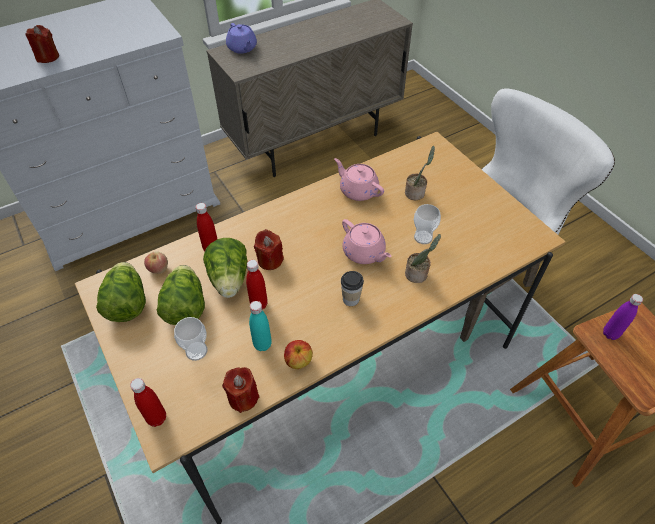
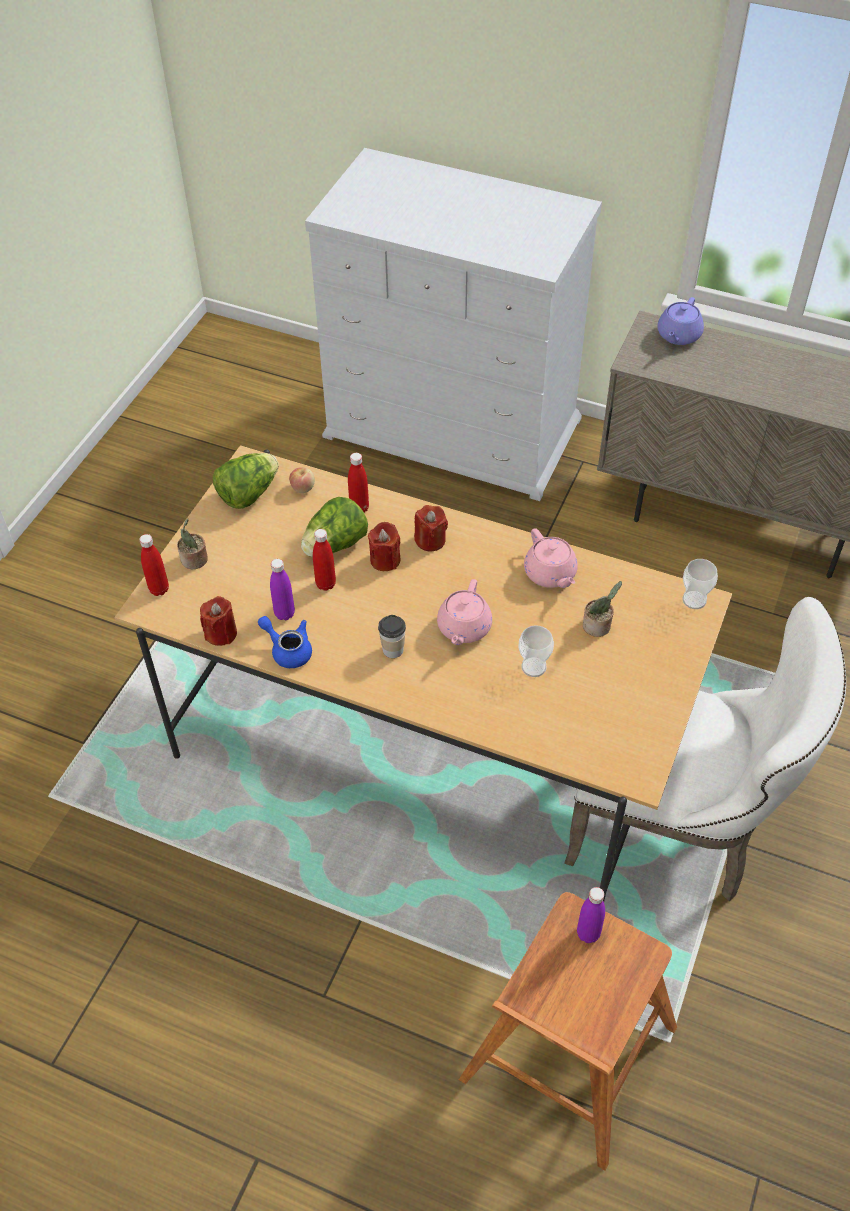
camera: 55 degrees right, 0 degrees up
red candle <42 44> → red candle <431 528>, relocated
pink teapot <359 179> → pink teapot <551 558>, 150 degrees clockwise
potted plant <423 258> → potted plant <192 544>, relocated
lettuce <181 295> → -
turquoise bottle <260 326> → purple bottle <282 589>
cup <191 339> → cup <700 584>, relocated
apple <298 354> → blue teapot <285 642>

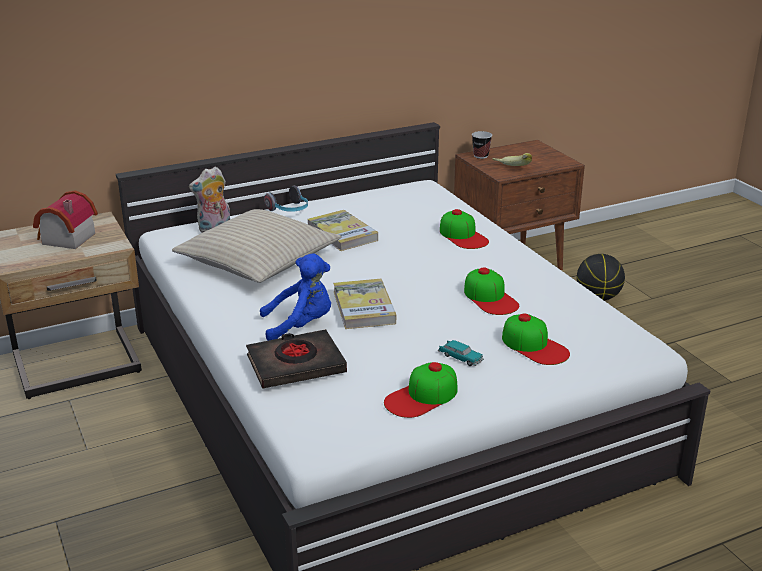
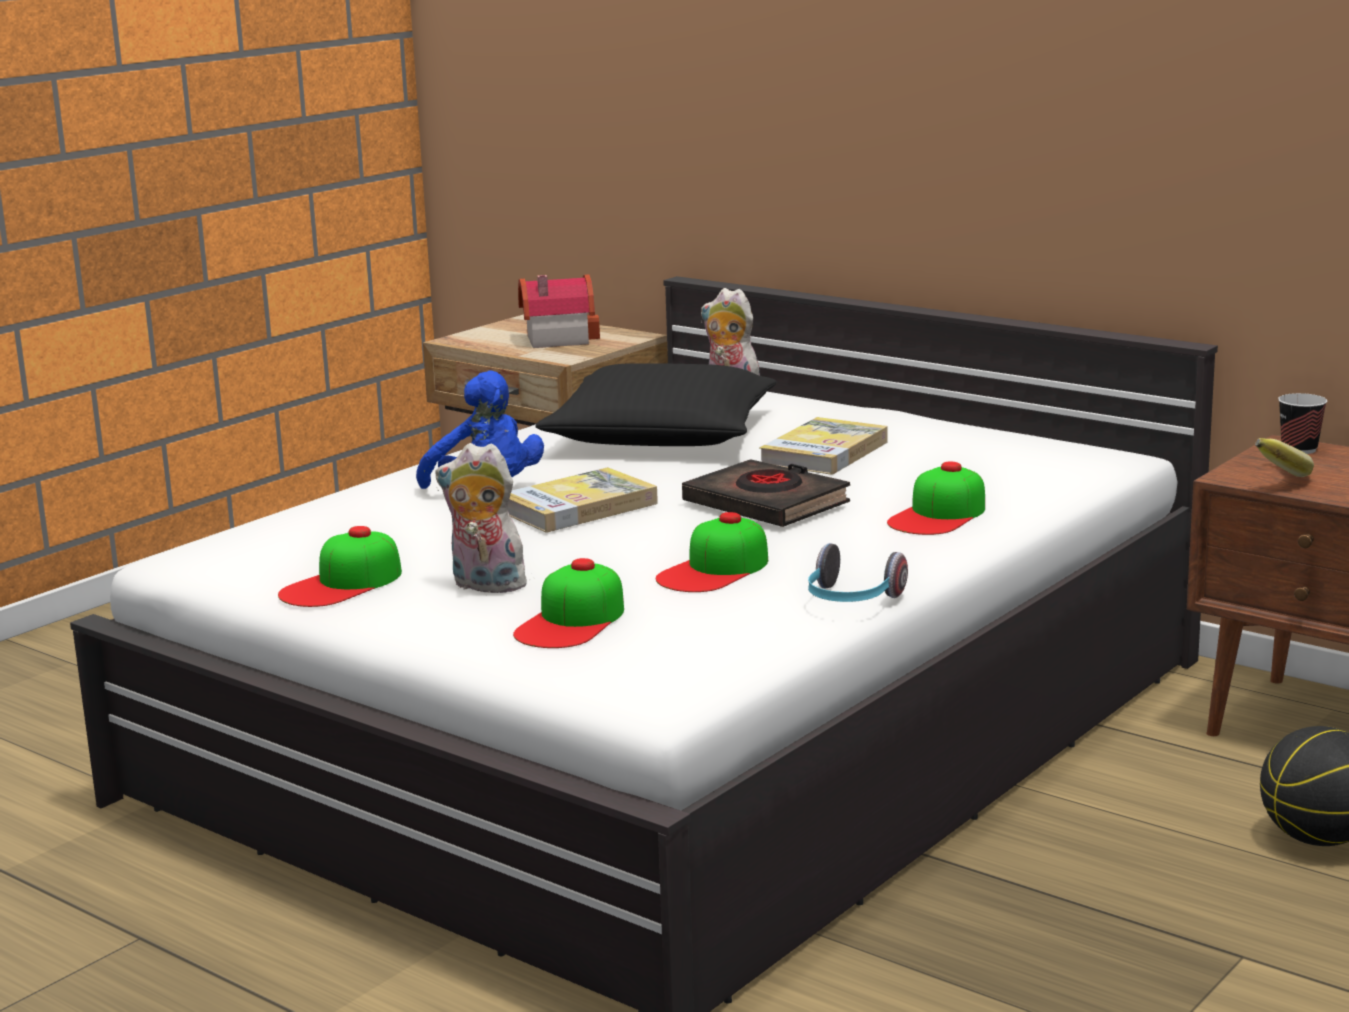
camera: 65 degrees right, 10 degrees down
headphones <286 199> → headphones <858 572>, relocated
beige pillow <257 246> → black pillow <656 404>
black book <296 359> → black book <766 493>, relocated
toy car <460 353> → plush toy <483 518>
cap <421 390> → cap <340 566>, 75 degrees counterclockwise

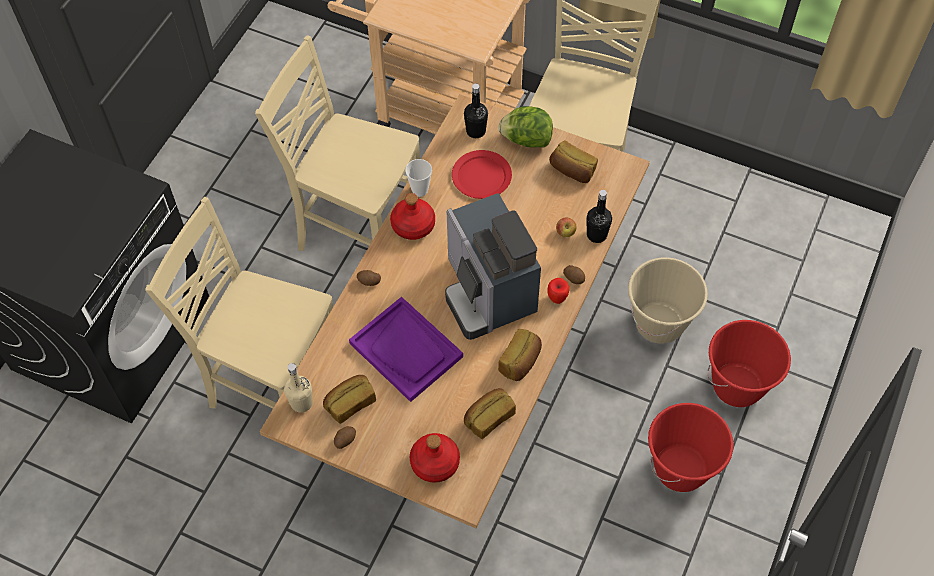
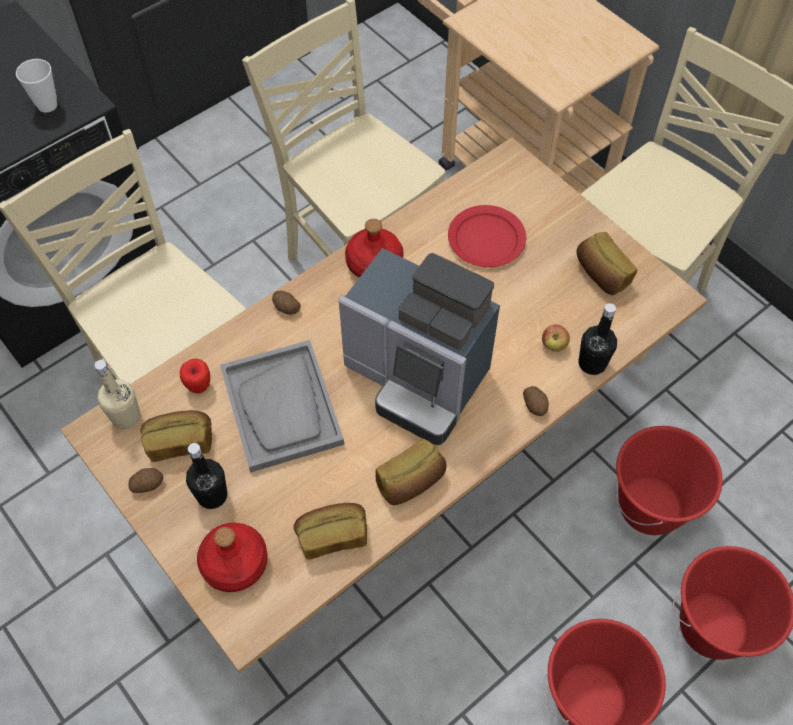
camera: 25 degrees right, 0 degrees up
black bottle <476 111> → black bottle <206 476>, relocated
lettuce <525 127> → -
cup <418 178> → cup <36 86>, relocated
coffee machine <493 266> → coffee machine <419 346>, 60 degrees counterclockwise
beige bucket <668 300> → red bucket <669 480>
apple <558 291> → apple <195 376>, relocated
purple tray <406 349> → grey tray <282 406>

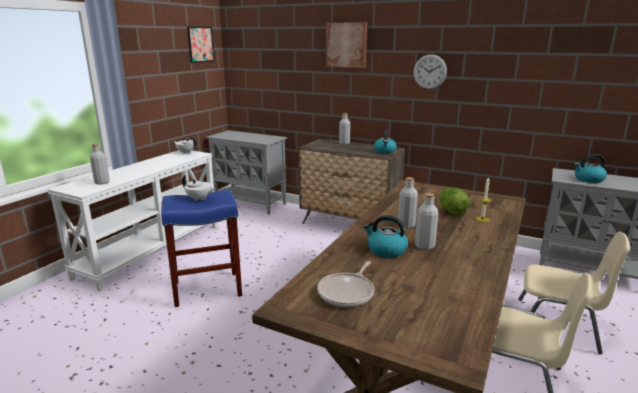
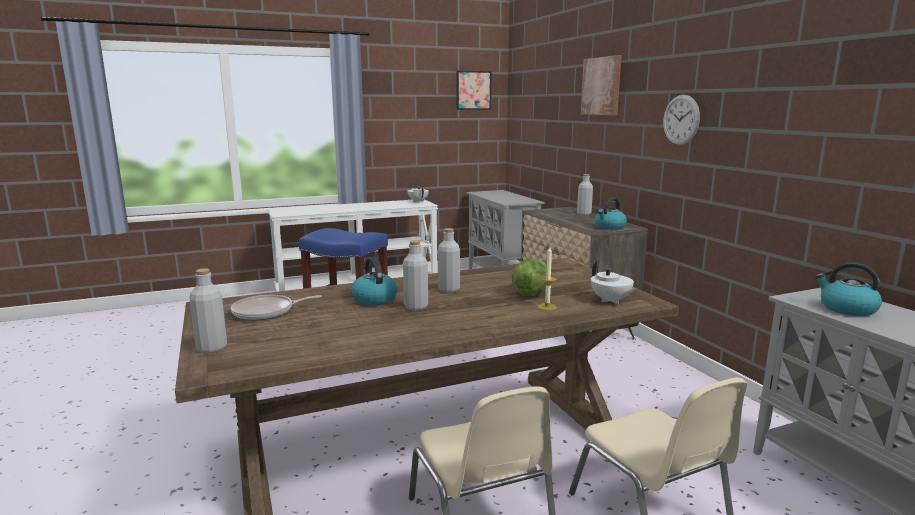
camera: 40 degrees right, 5 degrees down
grey bottle <100 164> → grey bottle <208 310>, relocated
white teapot <199 188> → white teapot <613 282>, relocated

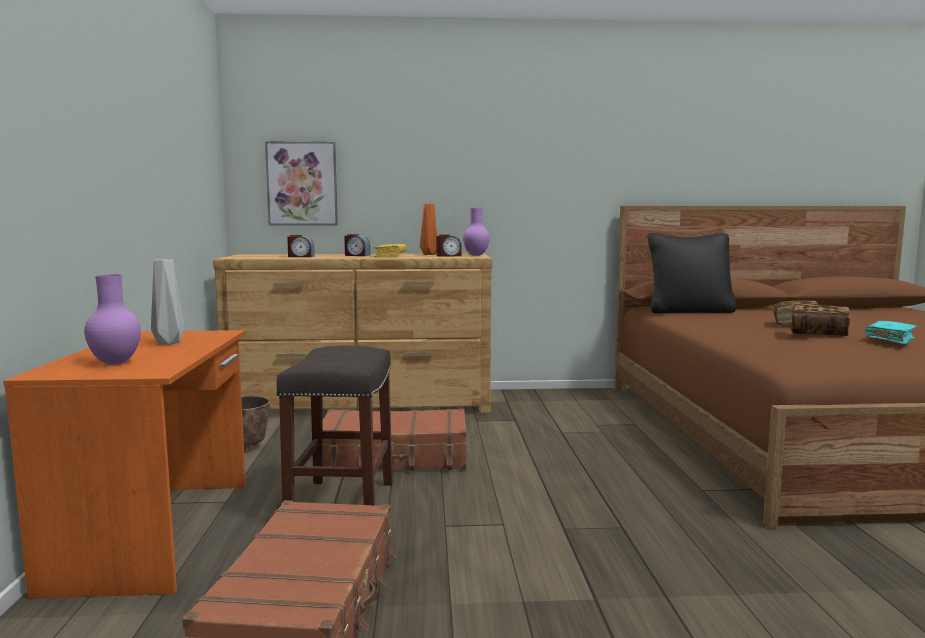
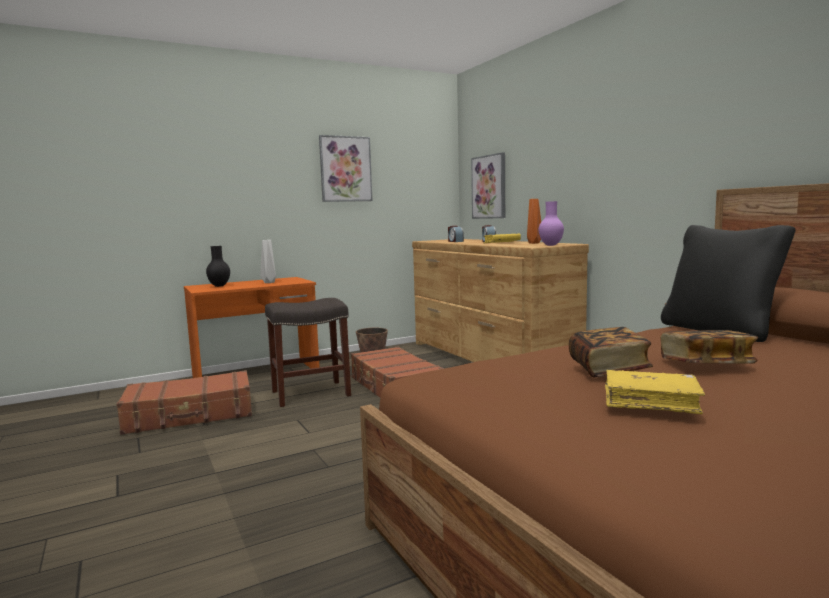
camera: 65 degrees right, 0 degrees up
alarm clock <448 246> → -
purple vase <112 319> → black vase <218 266>
turquoise book <891 332> → yellow book <655 392>
- → picture <346 168>

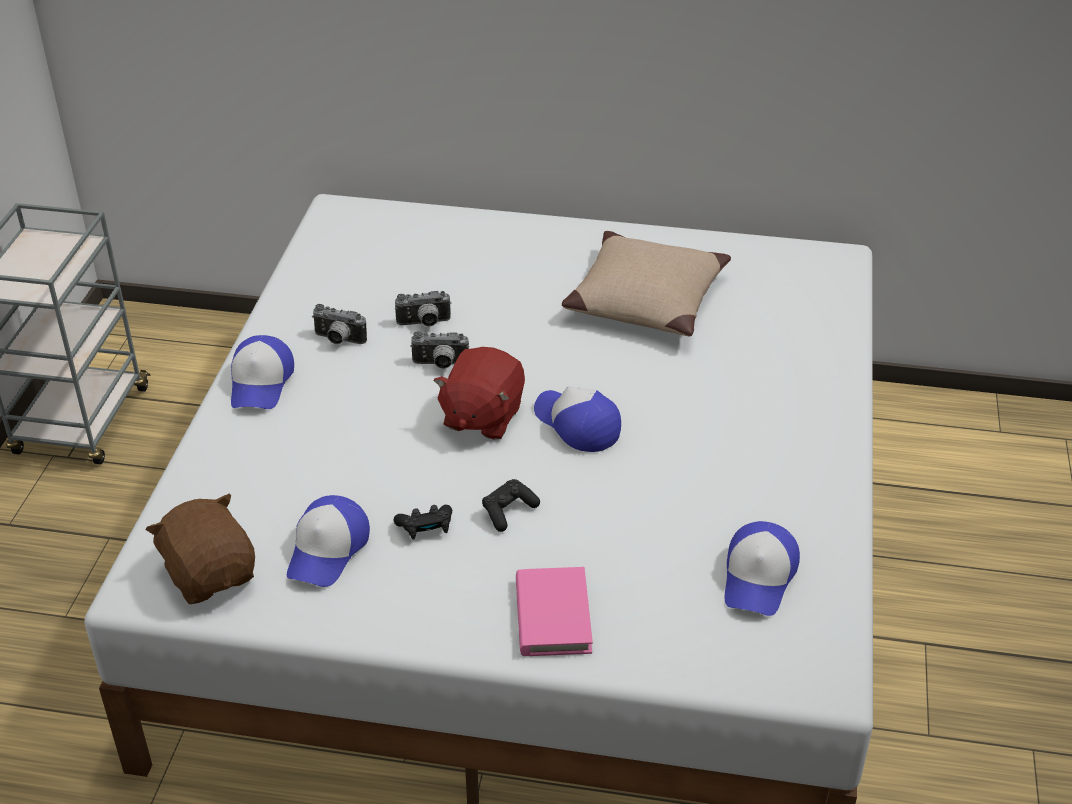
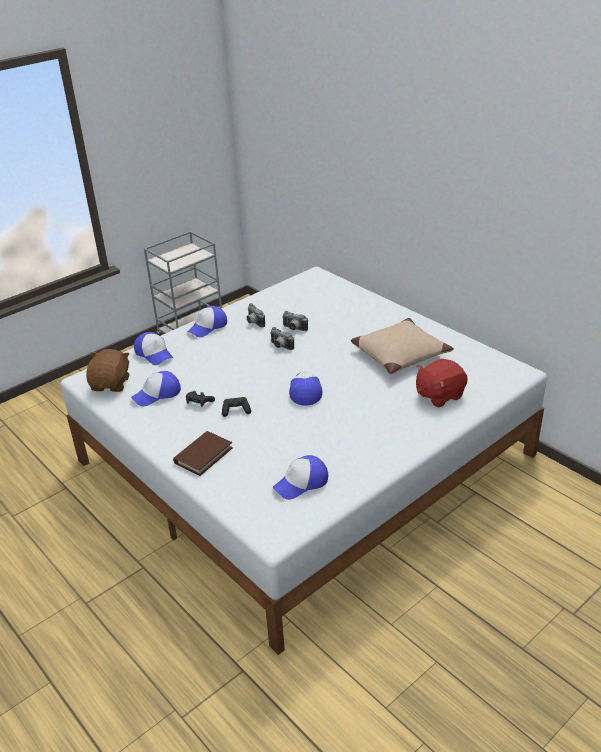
camera: 40 degrees right, 5 degrees down
red plush toy <479 393> → red plush toy <442 383>, relocated
pink book <554 611> → brown book <203 453>
- → cap <153 348>

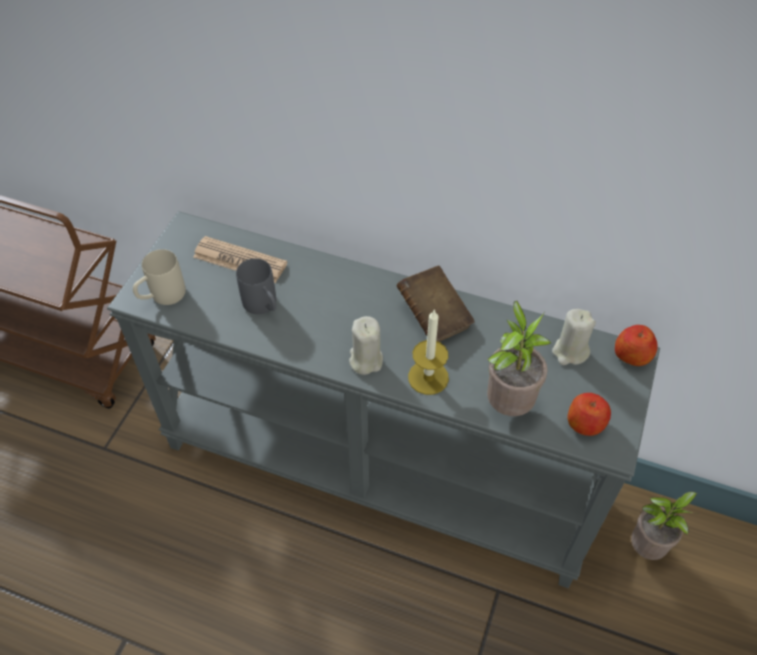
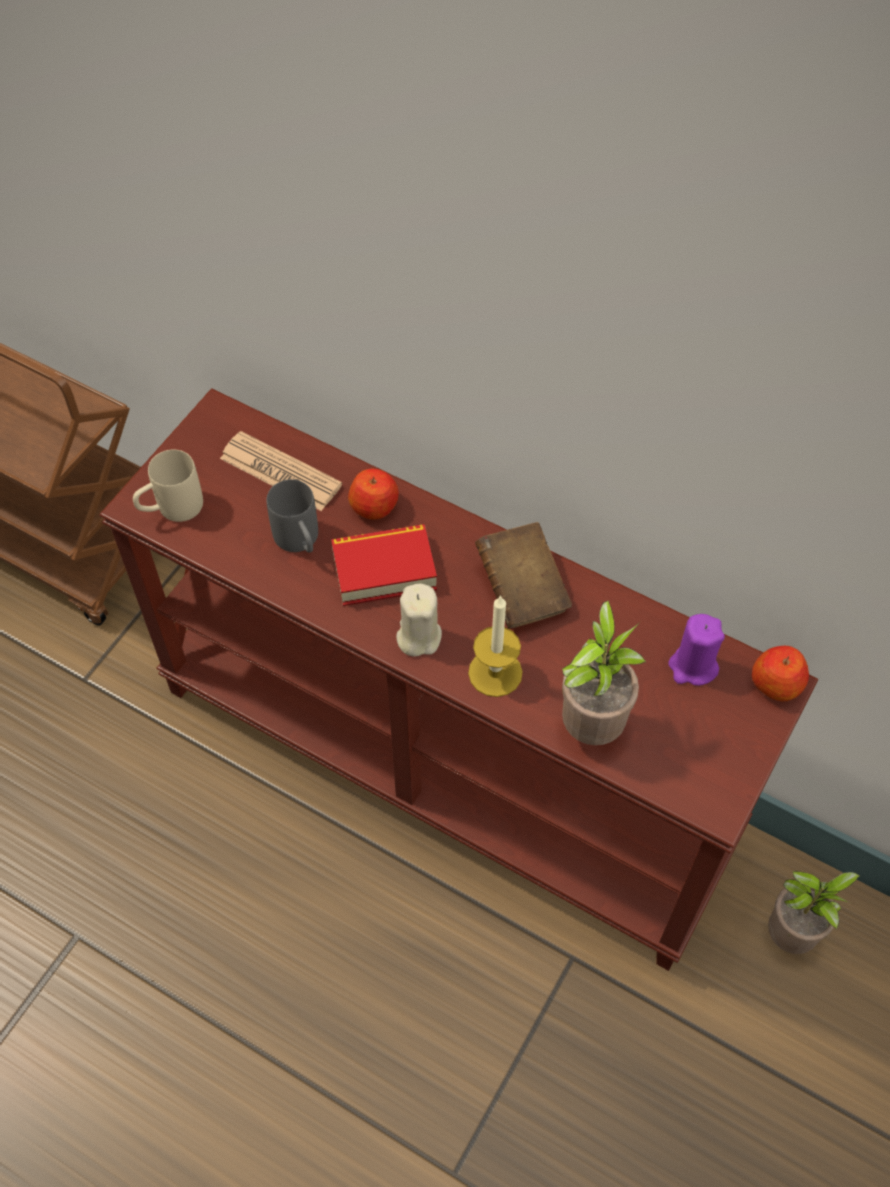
camera: 10 degrees right, 5 degrees up
grey console table <383 399> → brown console table <458 679>
beige candle <574 337> → purple candle <696 650>
apple <589 414> → apple <373 494>, relocated
- → book <384 565>

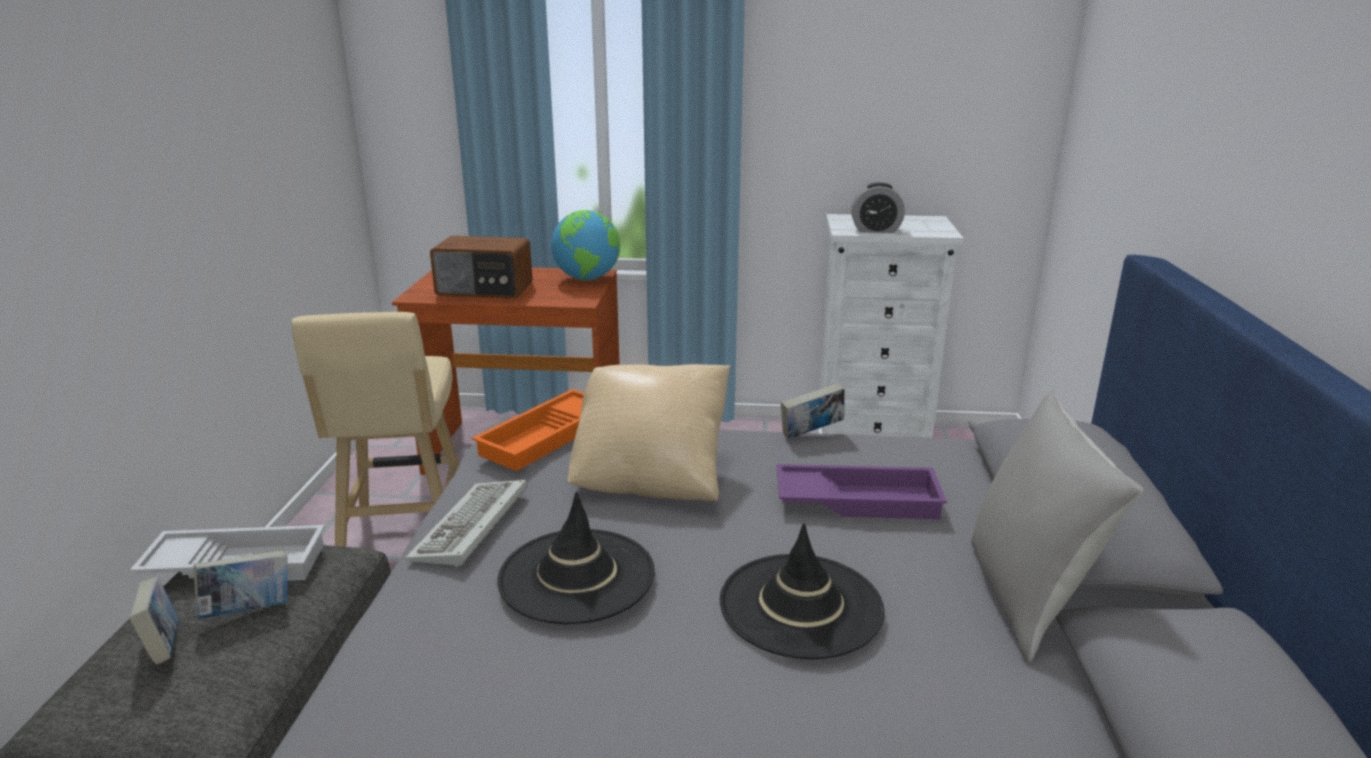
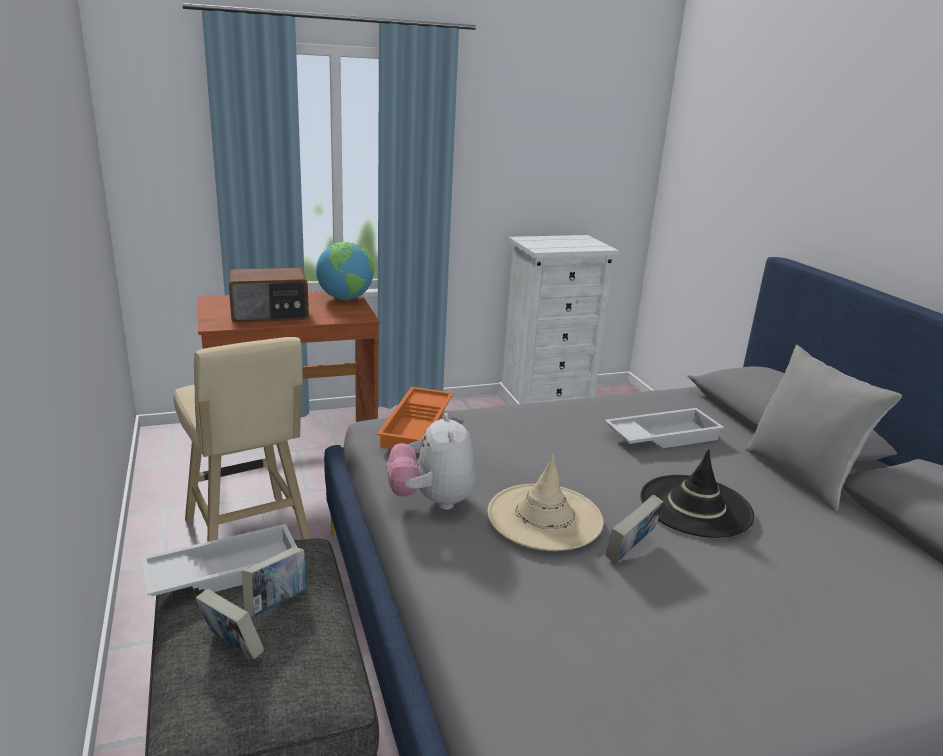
camera: 25 degrees left, 0 degrees up
alarm clock <878 207> → -
beige pillow <649 432> → -
book <813 410> → book <635 529>, relocated
purple tray <861 491> → white tray <664 428>
keyboard <466 523> → plush toy <431 461>
black hat <576 558> → beige hat <545 502>

